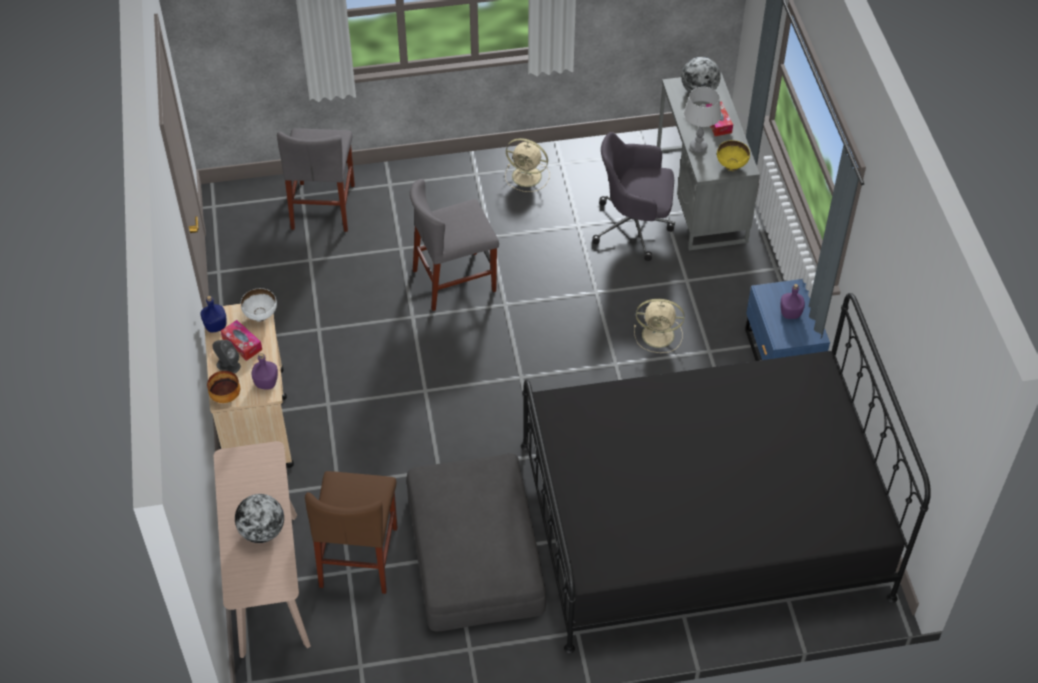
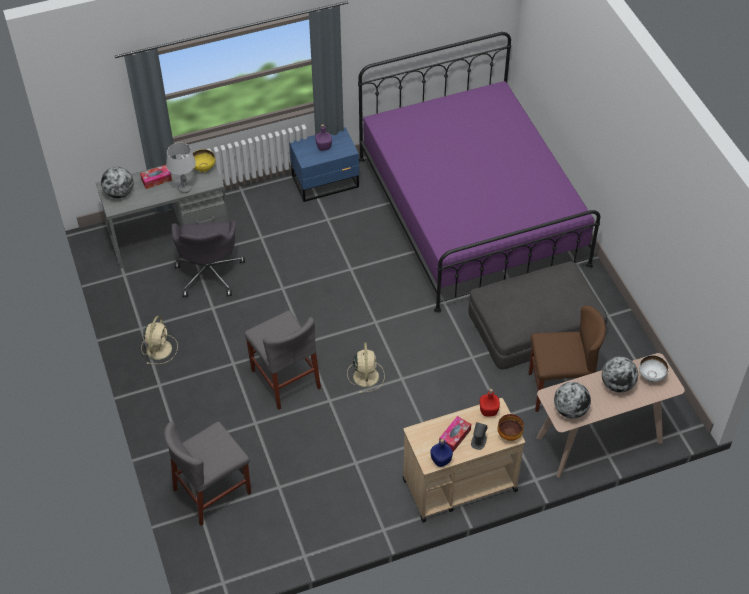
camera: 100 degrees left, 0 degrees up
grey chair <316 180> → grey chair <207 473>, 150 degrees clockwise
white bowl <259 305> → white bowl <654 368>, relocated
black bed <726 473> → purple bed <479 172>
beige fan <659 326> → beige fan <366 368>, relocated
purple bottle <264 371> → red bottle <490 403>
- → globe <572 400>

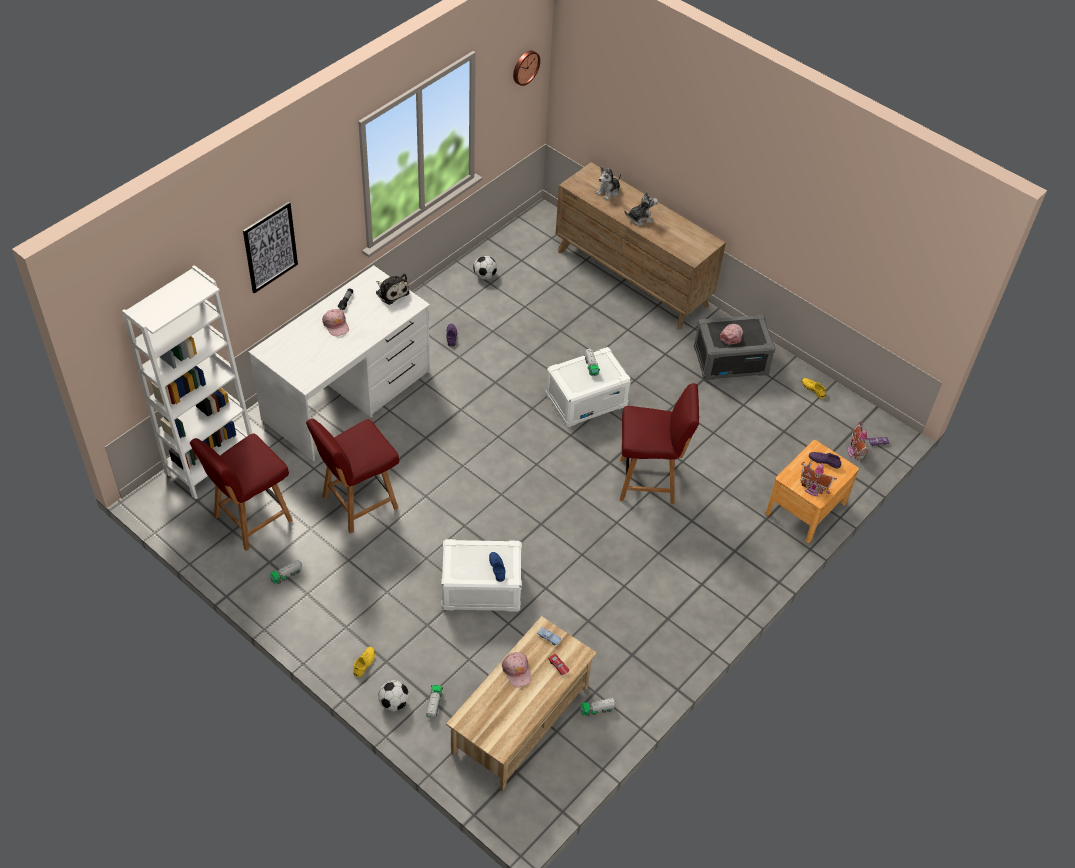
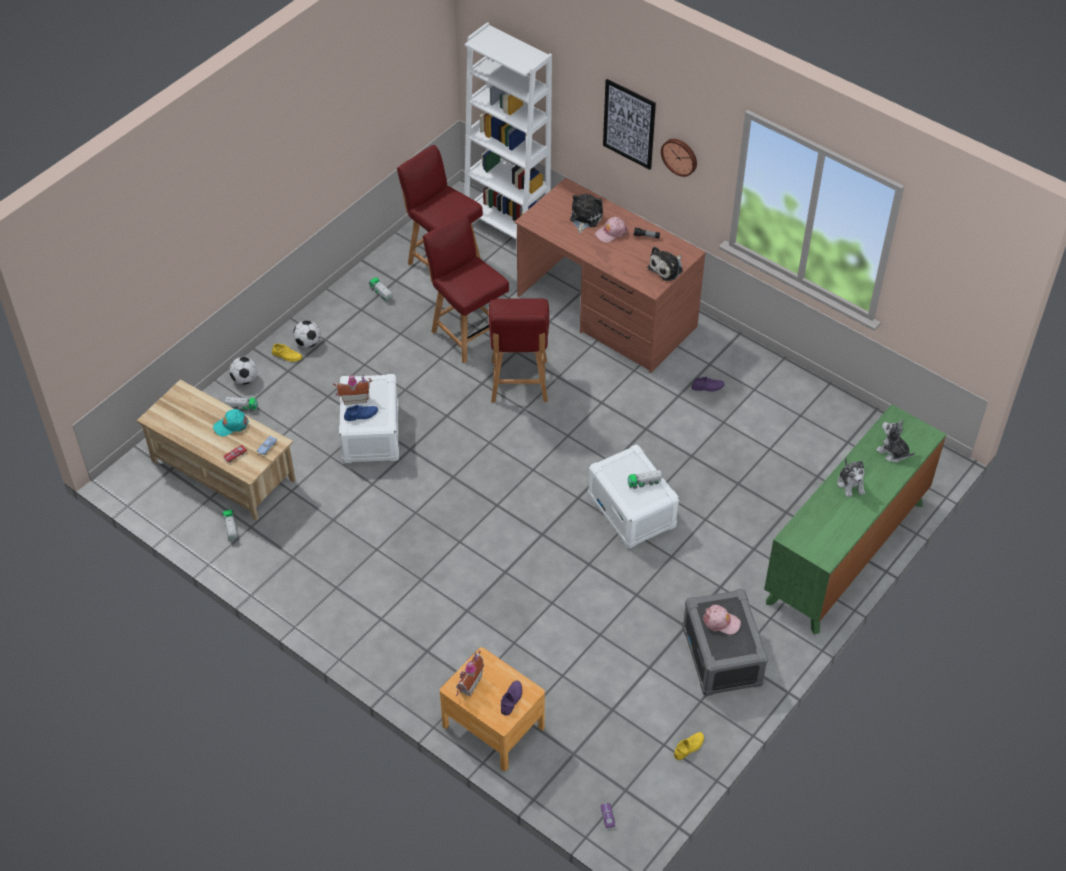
camera: 90 degrees right, 0 degrees up
wall clock <526 68> → wall clock <679 158>, relocated
brown dresser <641 246> → green dresser <855 519>
football <485 268> → football <307 334>, relocated
white desk <339 363> → brown desk <610 275>
red chair <659 443> → red chair <519 350>, relocated
toy house <858 441> → toy house <352 389>, relocated
pink cap <517 669> → turquoise cap <231 422>
- → plush toy <586 214>

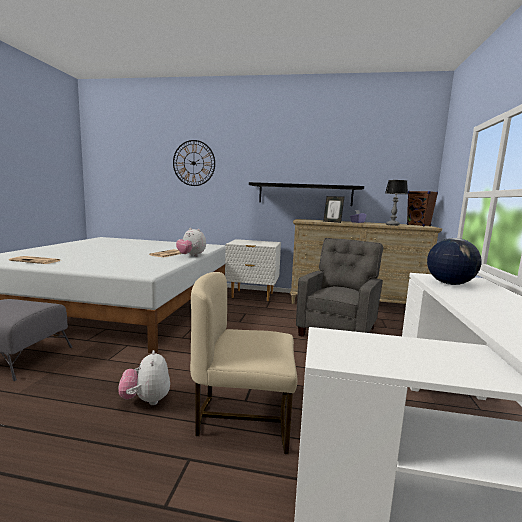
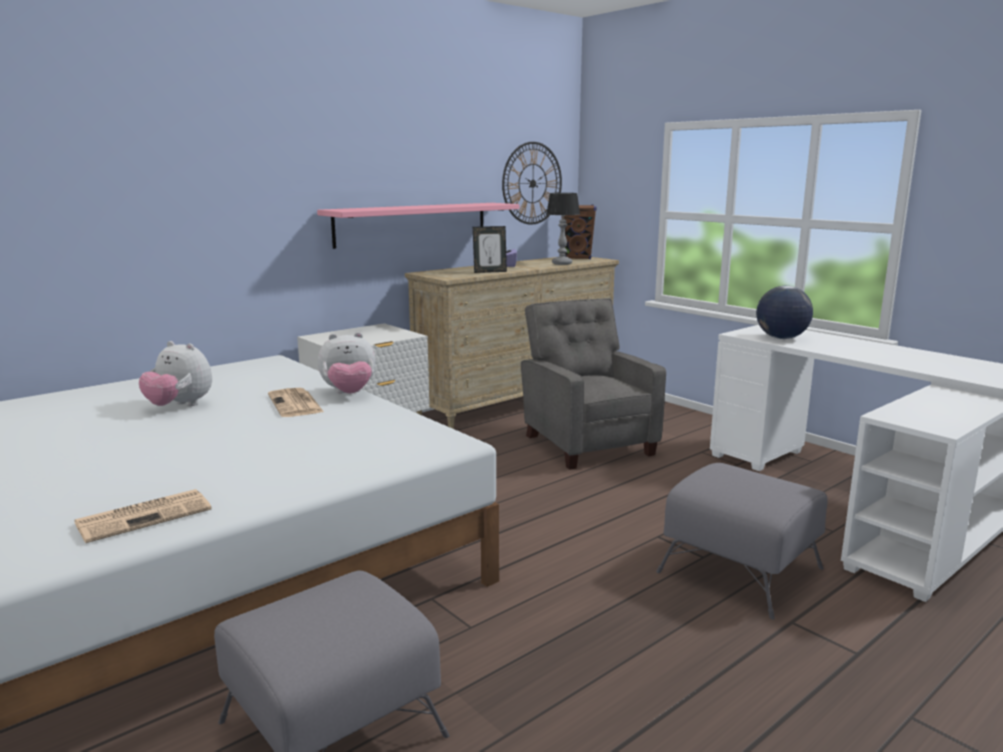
camera: 50 degrees left, 5 degrees up
wall clock <194 163> → wall clock <532 183>, relocated
black shelf <306 194> → pink shelf <418 226>
beige chair <244 363> → grey ottoman <742 541>
plush toy <144 377> → plush toy <175 373>, relocated

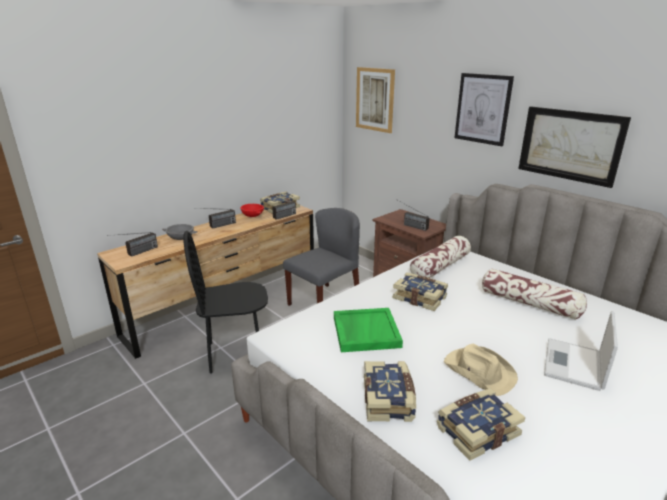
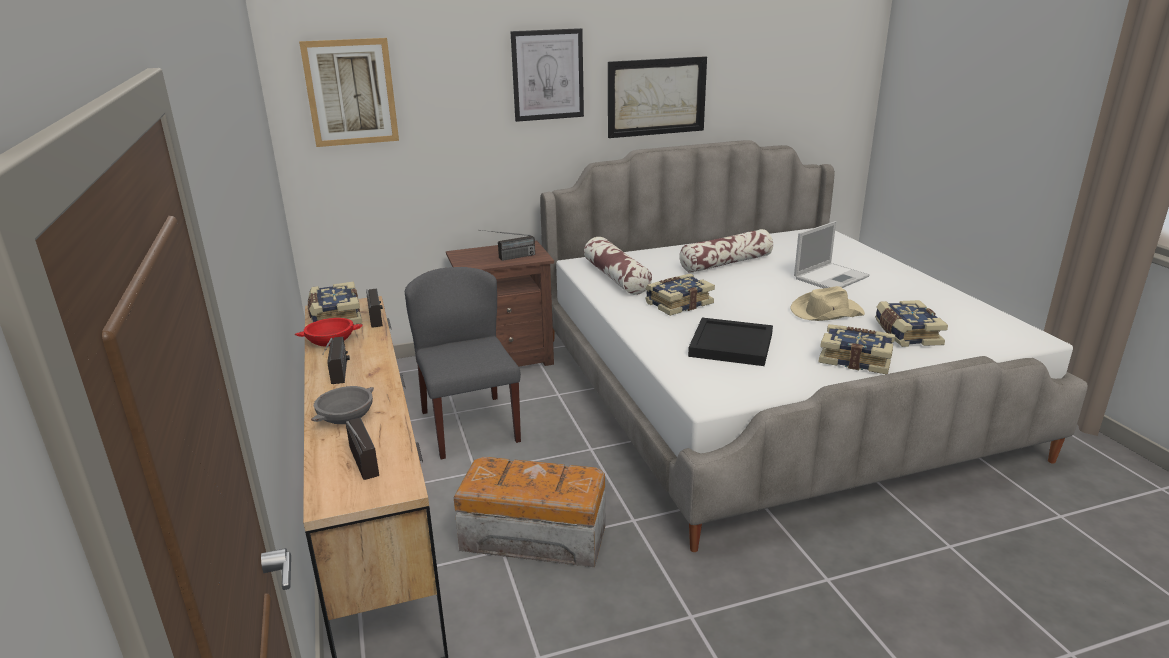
camera: 65 degrees left, 0 degrees up
black chair <225 302> → storage box <529 512>
green tray <368 330> → black tray <730 342>
laptop <581 351> → laptop <831 254>, 90 degrees counterclockwise

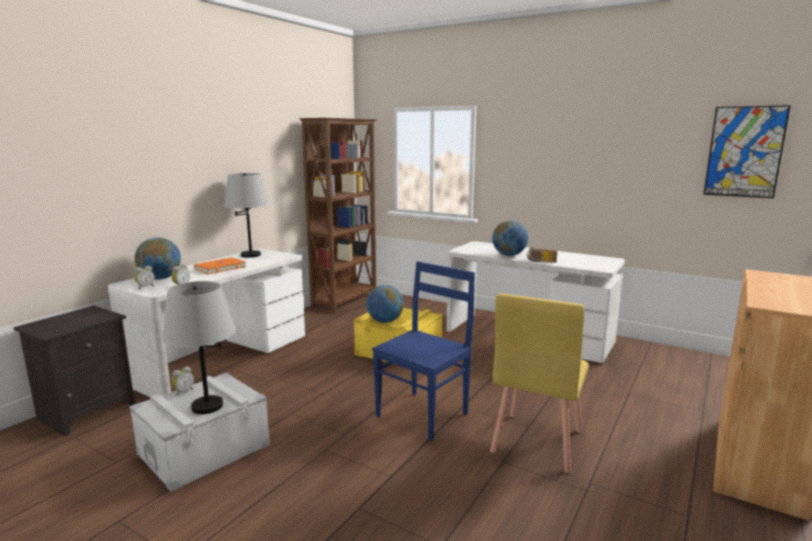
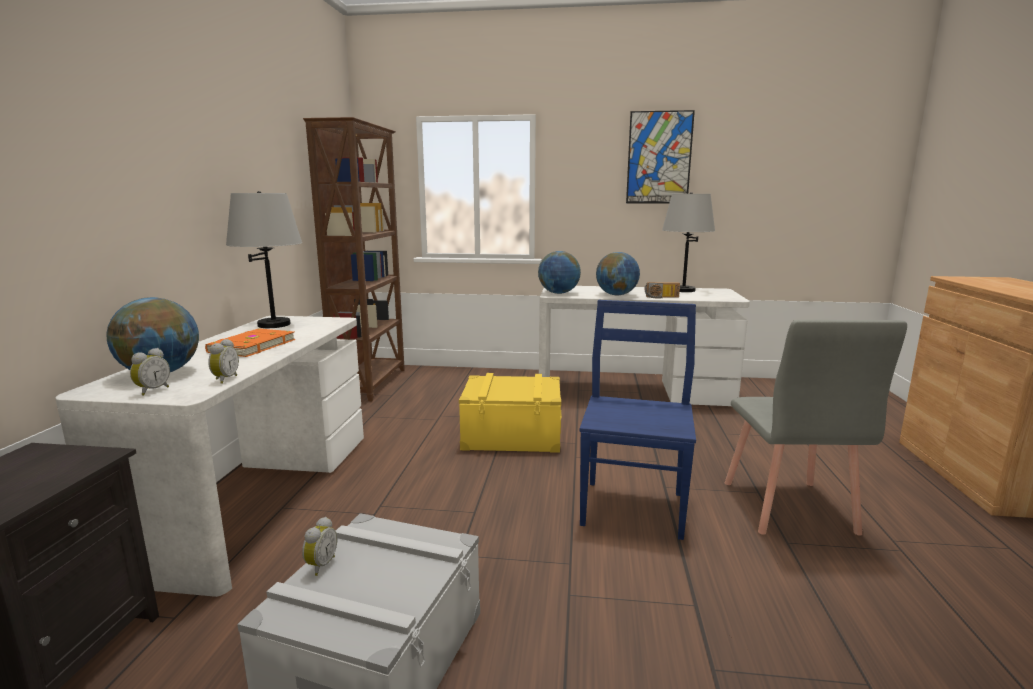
camera: 25 degrees left, 0 degrees up
picture <747 151> → picture <660 156>, relocated
grey table lamp <198 347> → grey table lamp <688 242>, relocated
globe <385 304> → globe <559 272>, relocated
yellow chair <539 383> → grey chair <816 428>

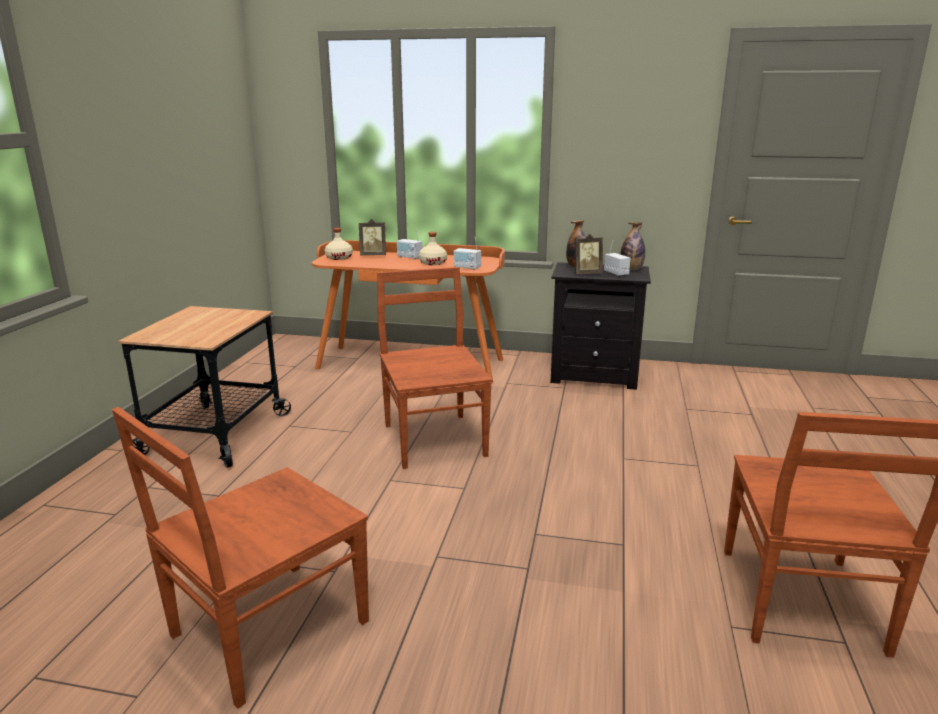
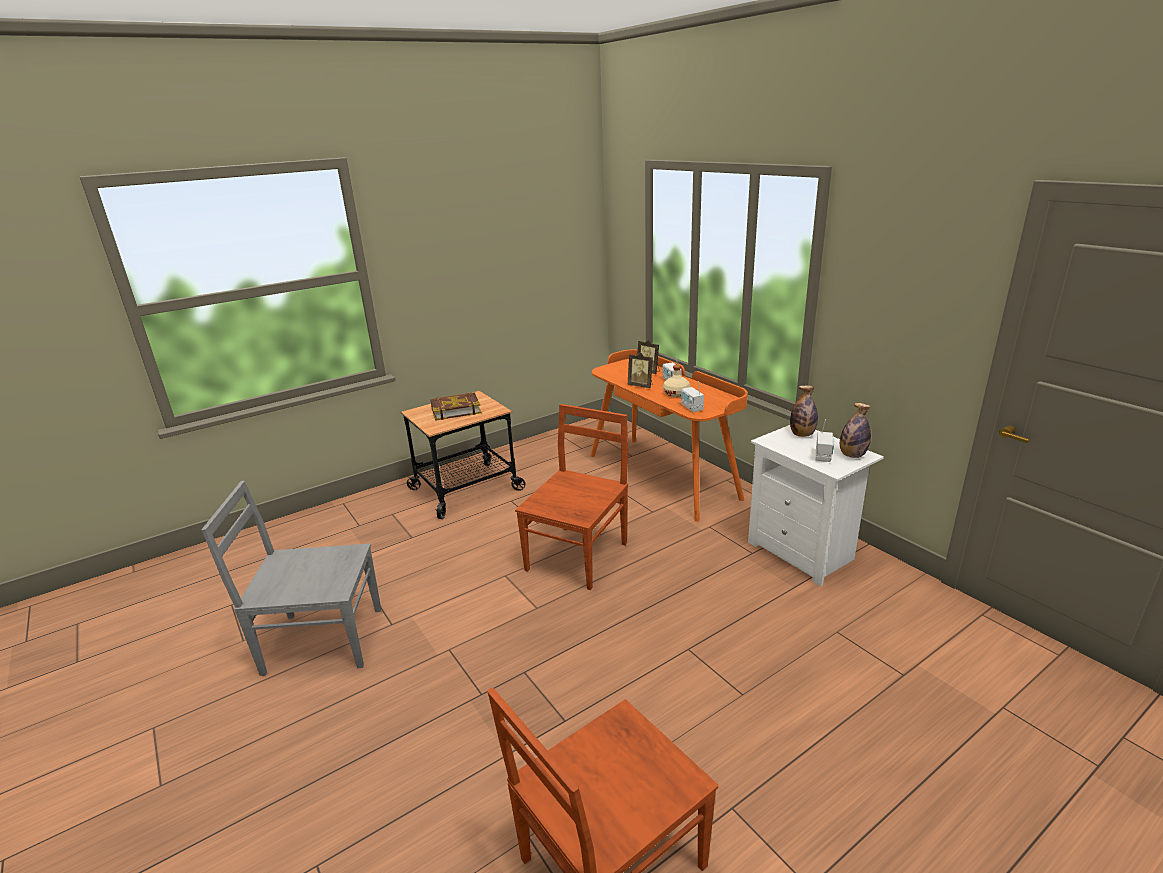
camera: 45 degrees right, 5 degrees up
beige bottle <339 244> → -
picture frame <588 254> → picture frame <640 370>, relocated
black nightstand <600 326> → white nightstand <816 505>
brown chair <240 558> → grey chair <291 578>
- → book <455 406>

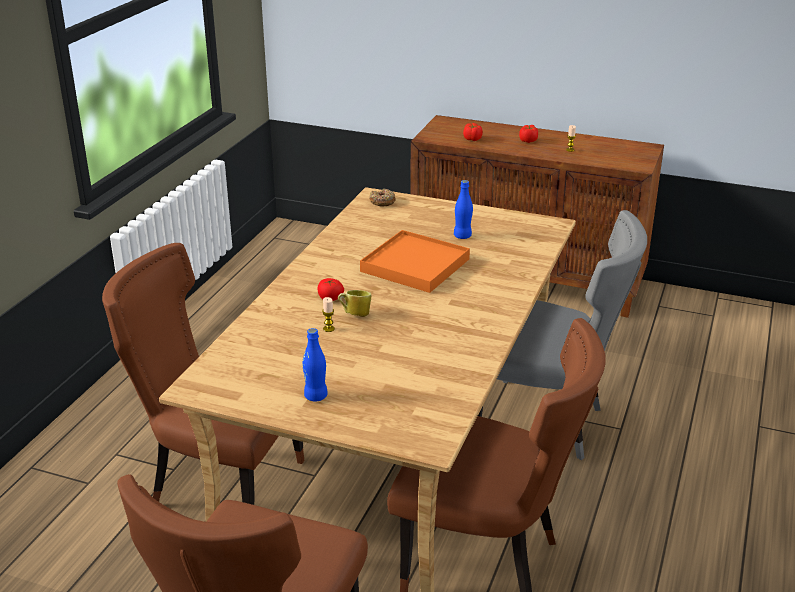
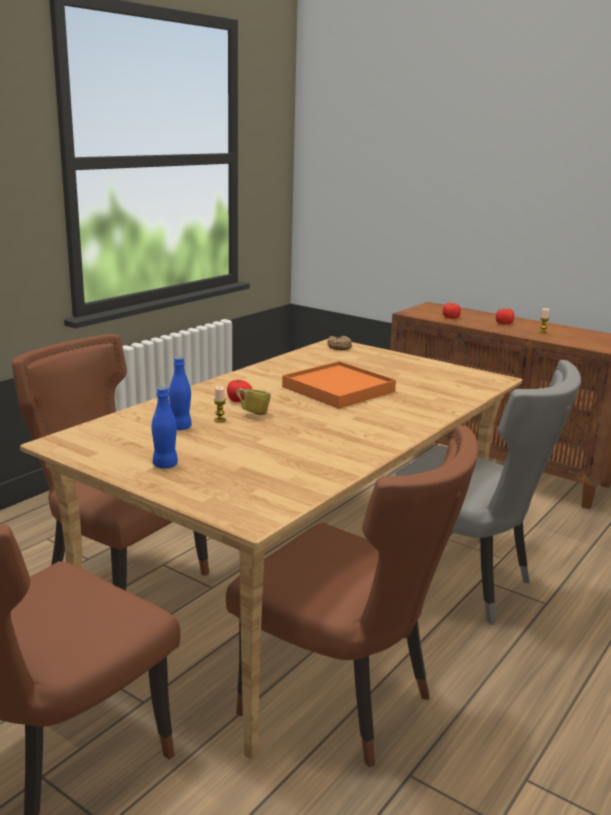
camera: 15 degrees right, 10 degrees down
blue bottle <463 209> → blue bottle <180 393>, relocated

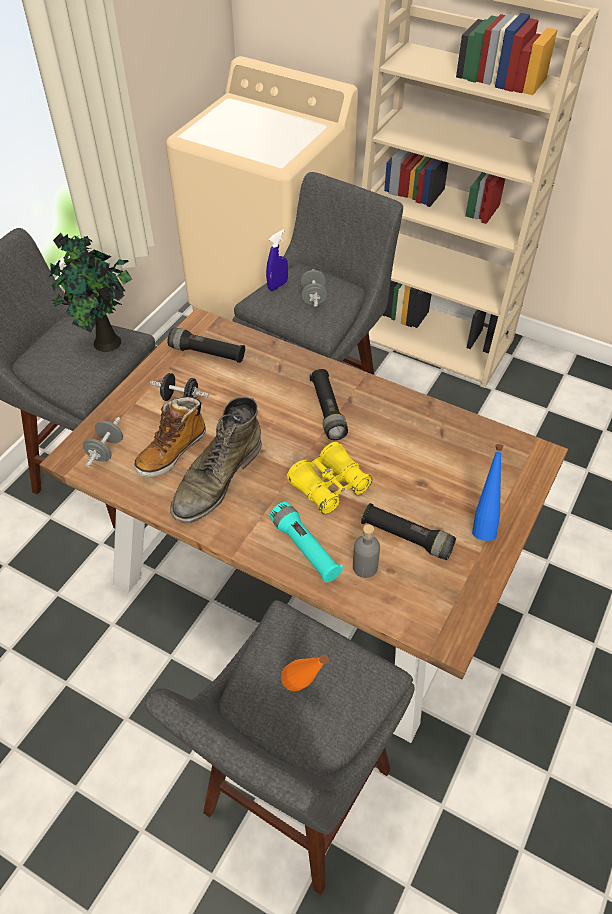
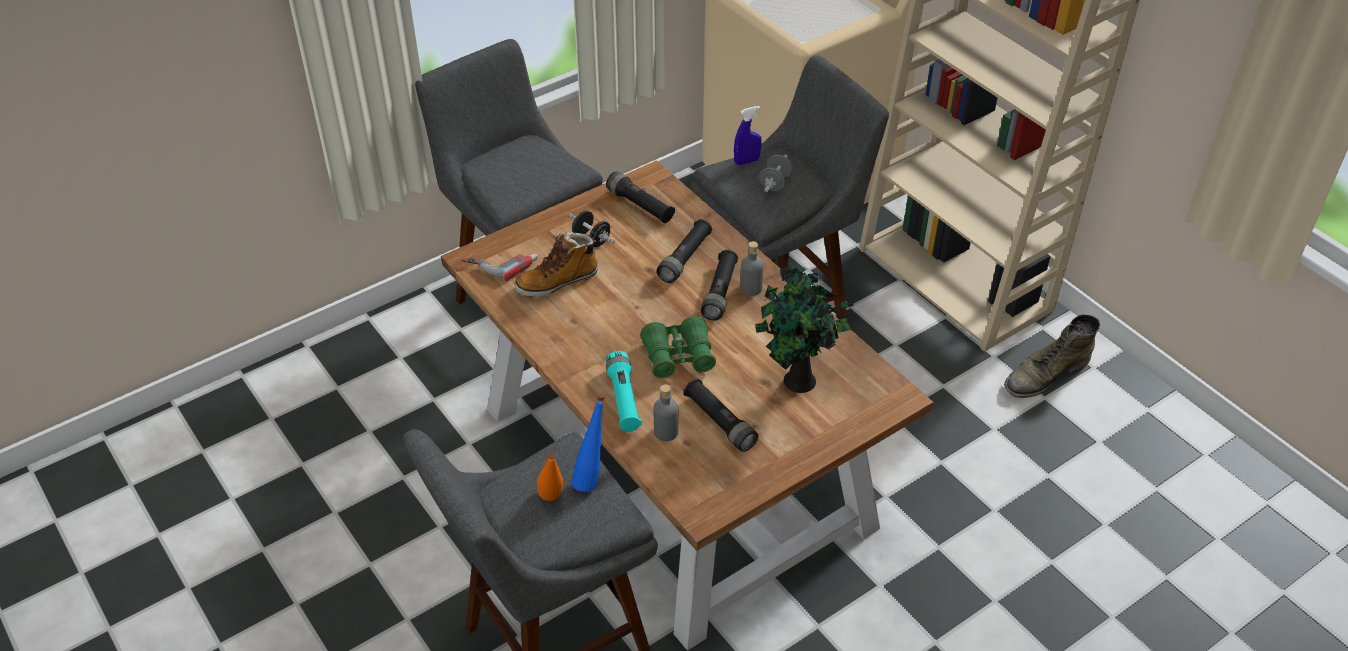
camera: 25 degrees right, 5 degrees down
potted plant <90 292> → potted plant <804 329>, relocated
green boot <216 460> → green boot <1052 356>, relocated
grey dumbbell <103 442> → power drill <499 267>
yellow binoculars <330 478> → green binoculars <678 347>
blue bottle <488 492> → blue bottle <588 443>, relocated
- → black flashlight <684 251>
- → grey bottle <752 268>

